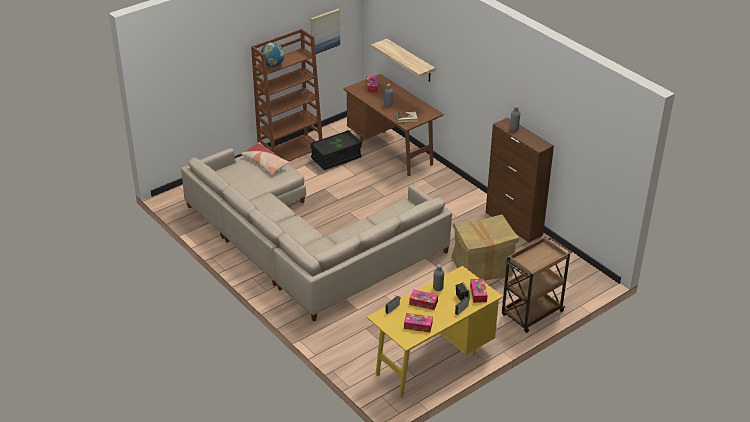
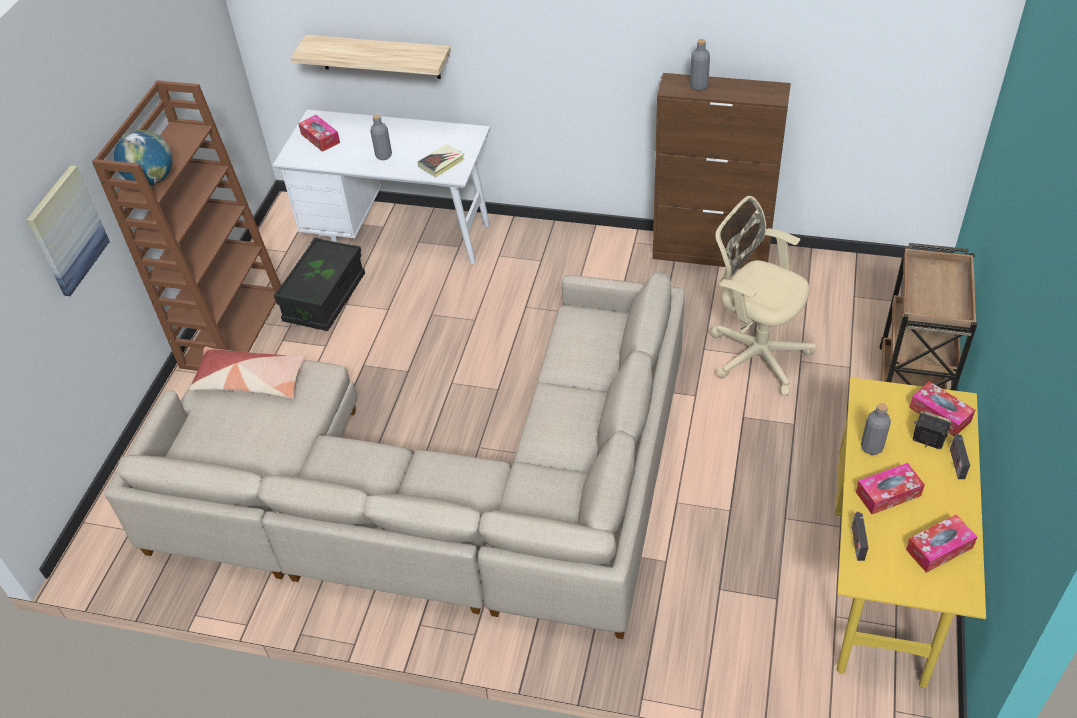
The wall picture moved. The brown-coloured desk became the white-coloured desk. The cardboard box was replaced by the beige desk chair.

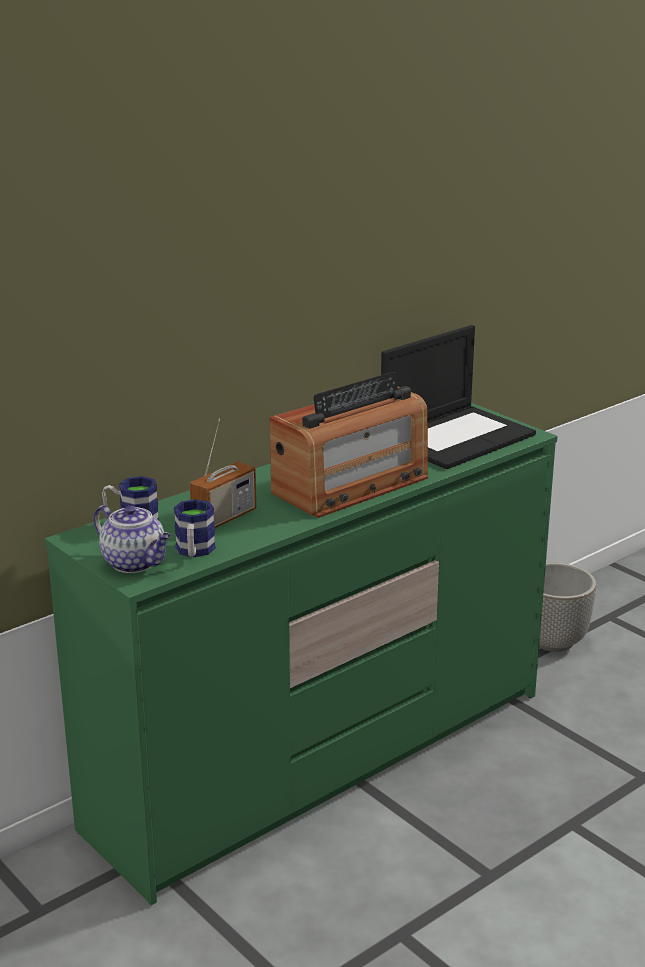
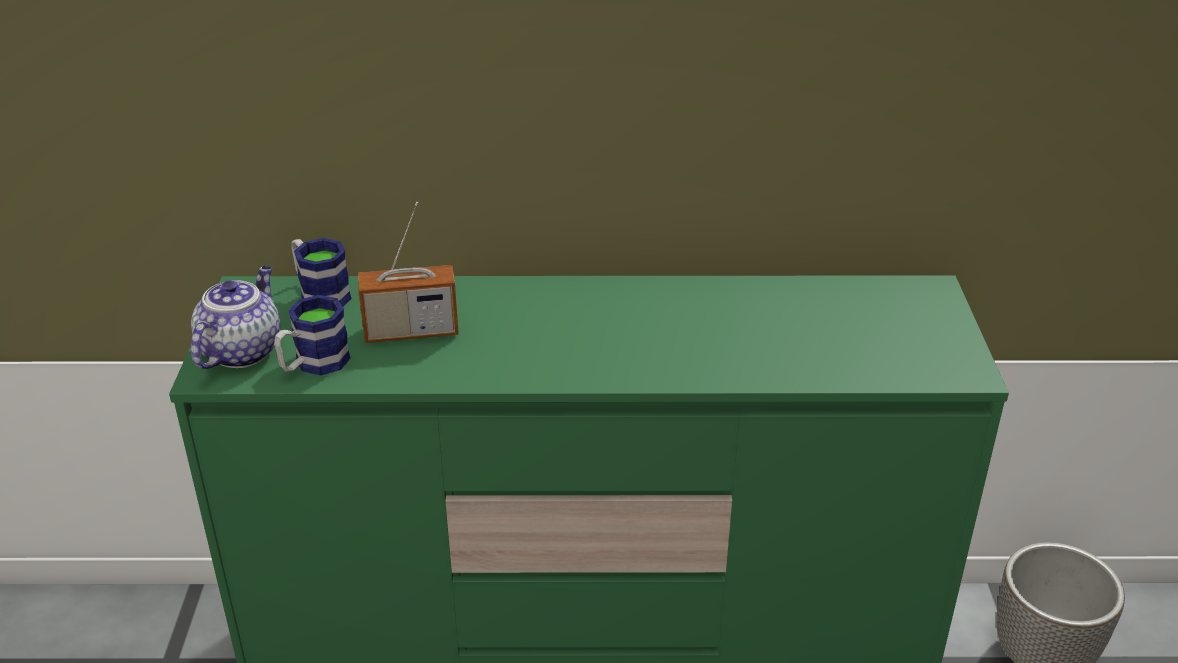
The pot for tea turned 150 degrees counterclockwise. The radio set (2nd from left) disappeared. The notebook computer disappeared.

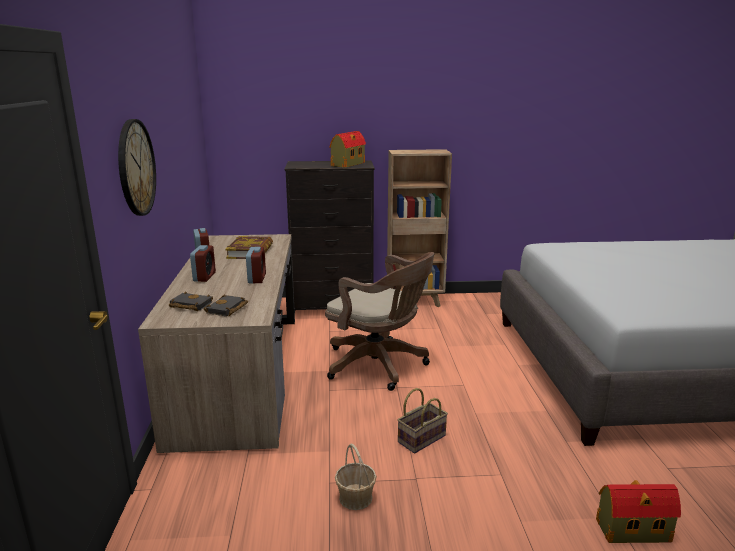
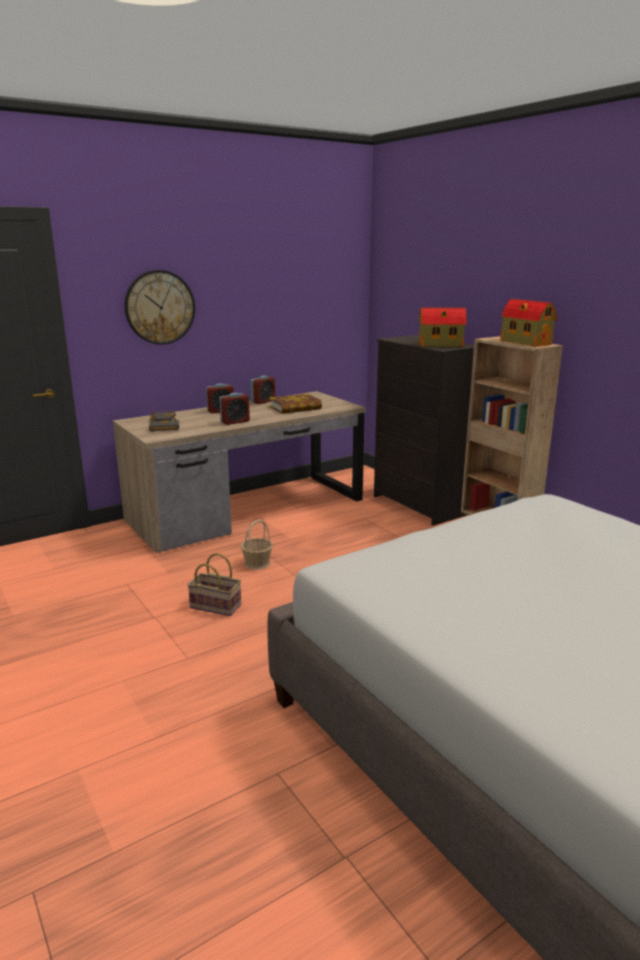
The brown-coloured desk chair disappeared. The household basket (1st from left in the first image) moved. The miniature house (2nd from left) moved.

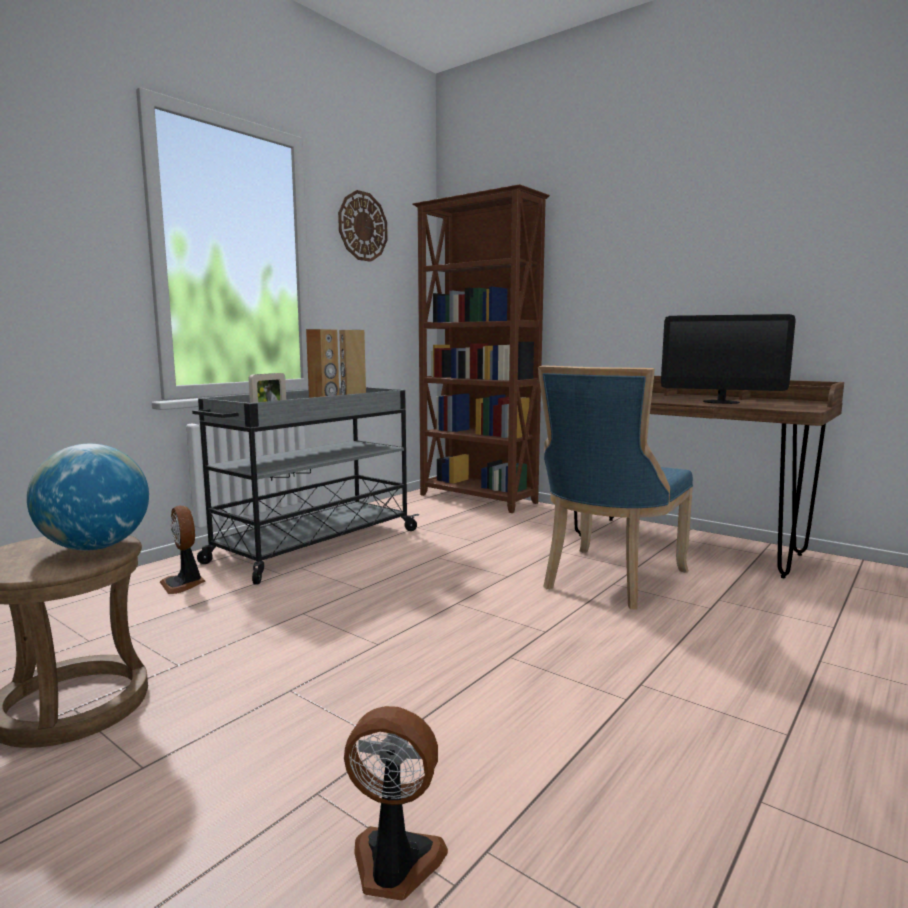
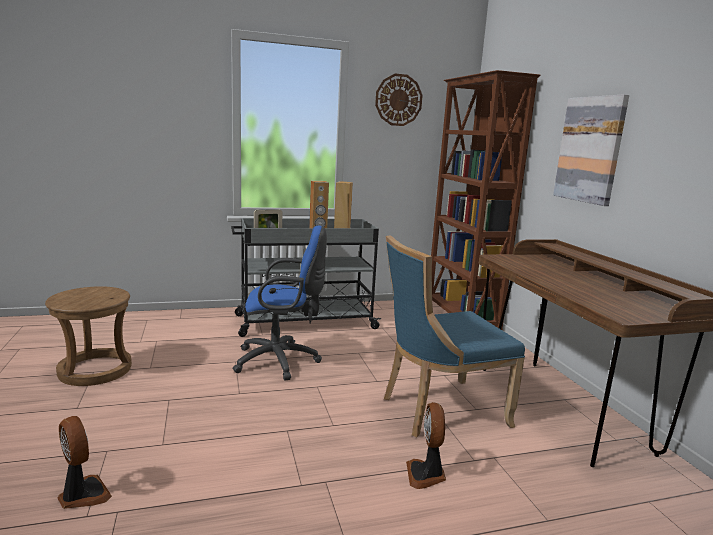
The globe disappeared. The cooling fan (1st from left in the first image) moved. The monitor disappeared. The blue-coloured desk chair appeared. The wall picture appeared.

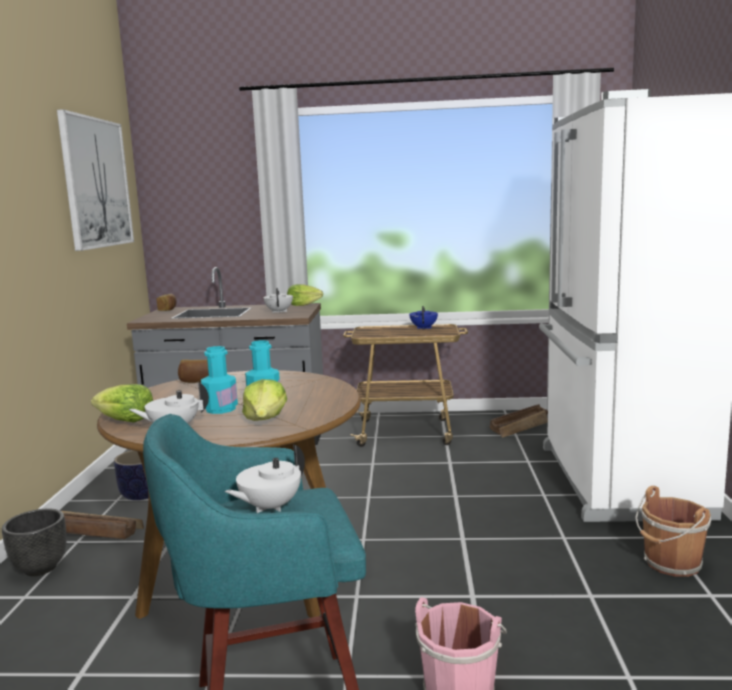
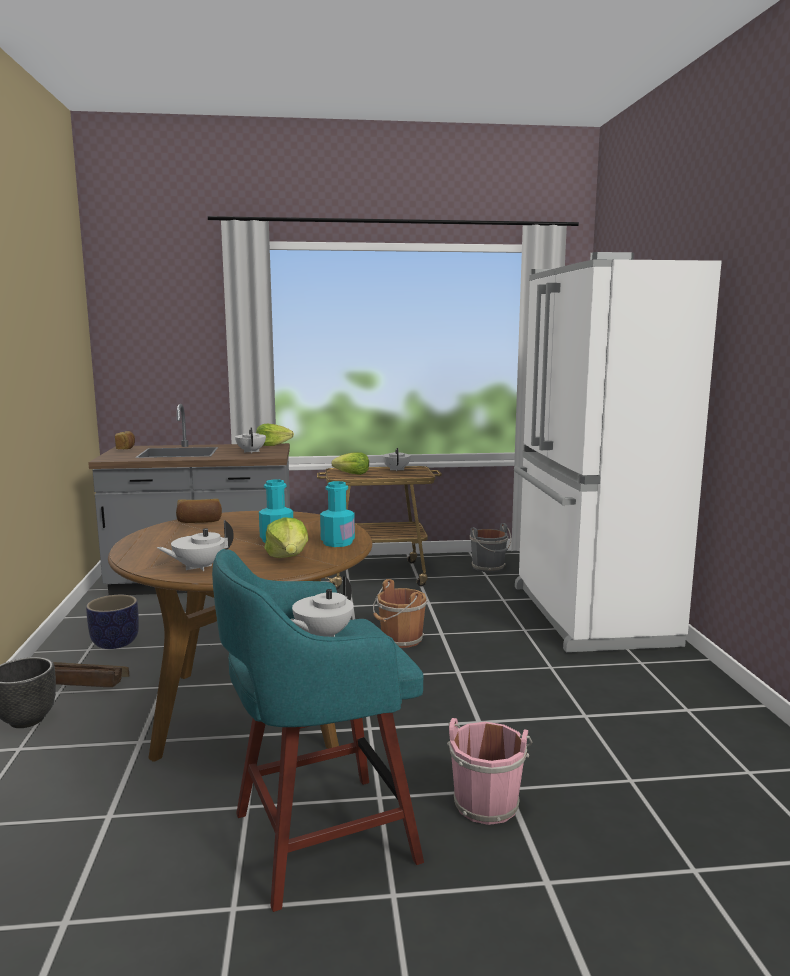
The wall picture disappeared. The head of lettuce (1st from left in the first image) moved. The turquoise-coloured bottle (1st from left in the first image) moved. The blue-coloured pot for tea became the white-coloured pot for tea (4th from left). The crate (2nd from left) was replaced by the greyish pail. The brown-coloured pail moved.

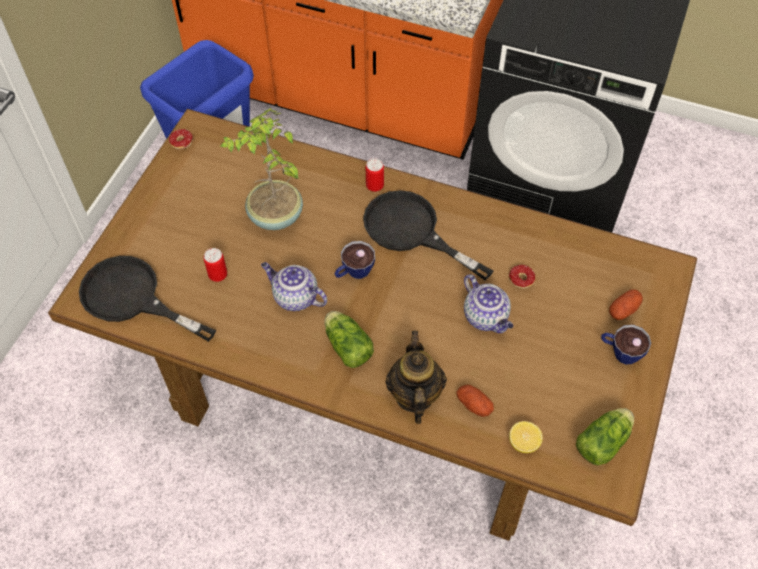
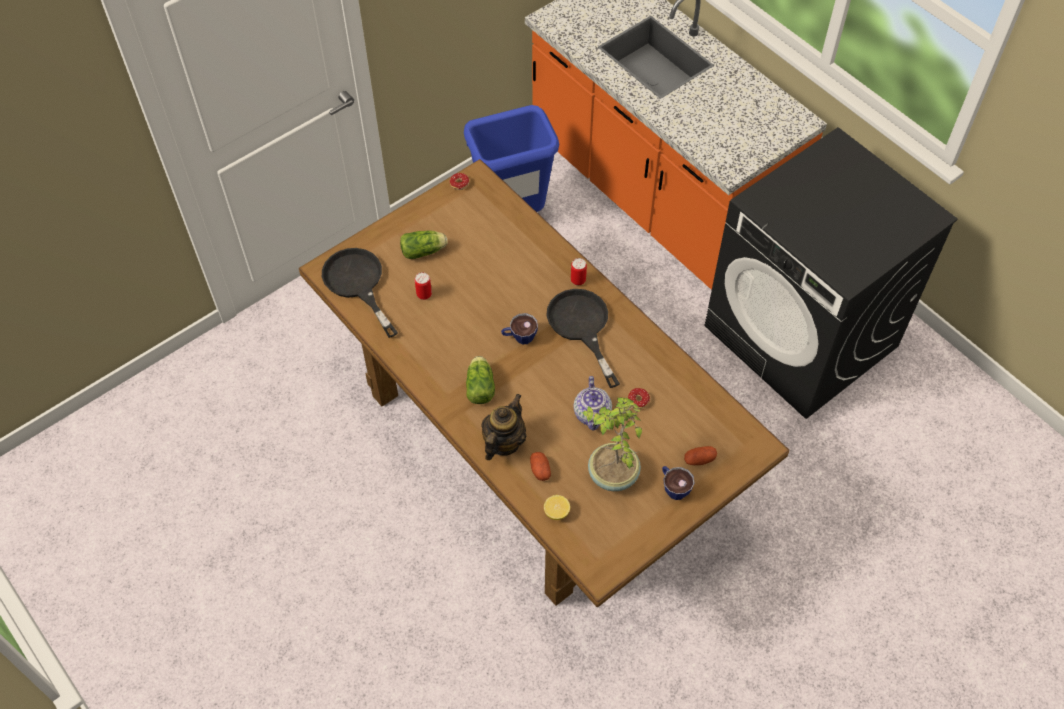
The plant in a pot moved. The pot for tea (1st from left) disappeared. The head of lettuce (2nd from left in the first image) moved.

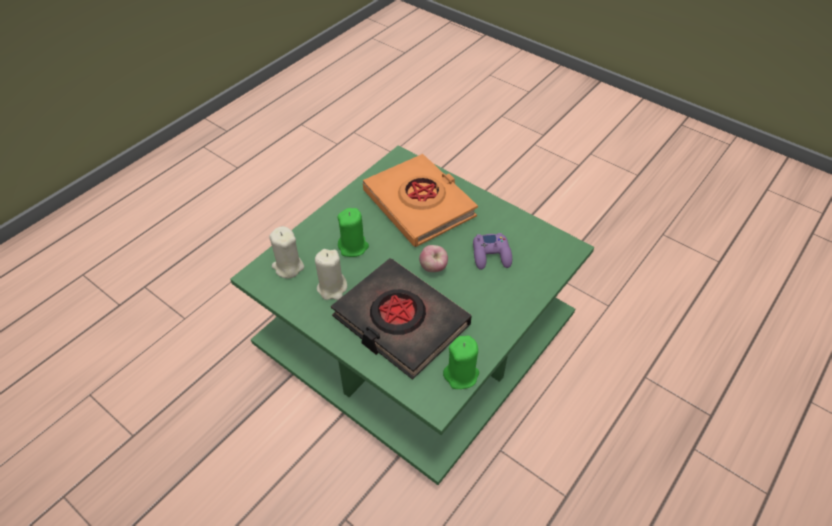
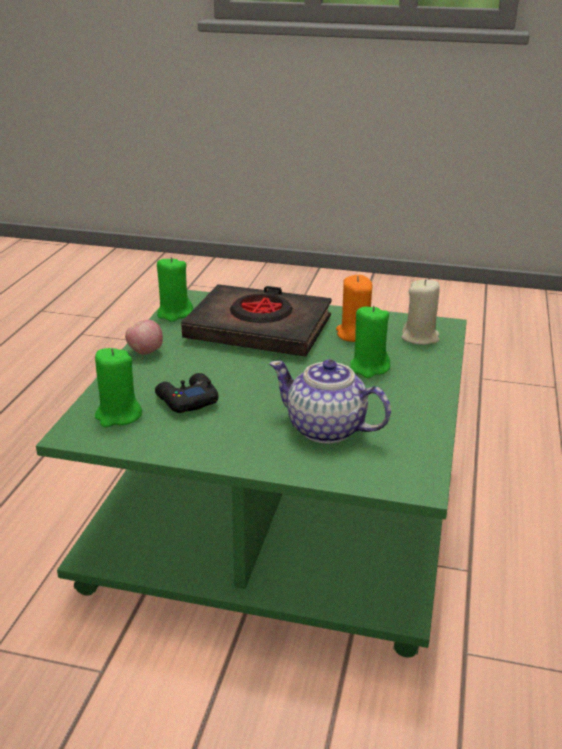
The beige candle (2nd from left) became the orangey candle. The orangey book was replaced by the pot for tea. The apple fruit moved. The purple-coloured joypad became the black joypad. The green candle (1st from left) appeared.

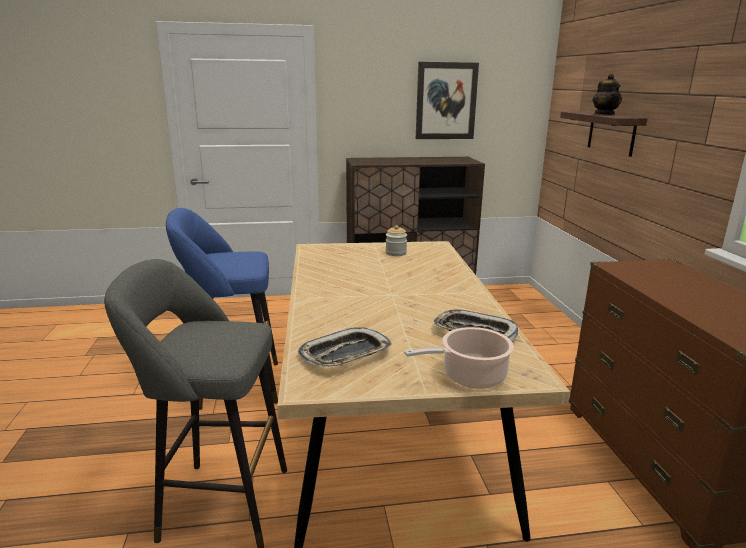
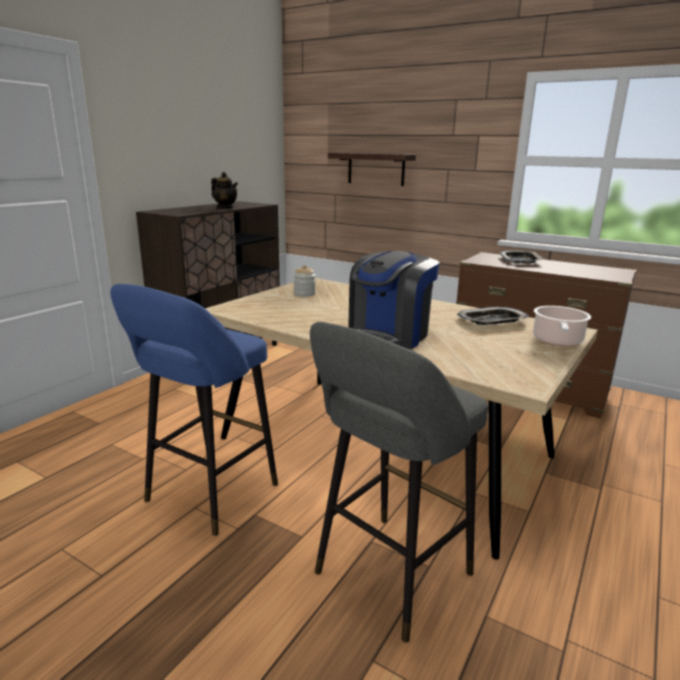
The serving tray (1st from left in the first image) moved. The wall picture disappeared. The pot for tea moved. The coffee machine appeared.

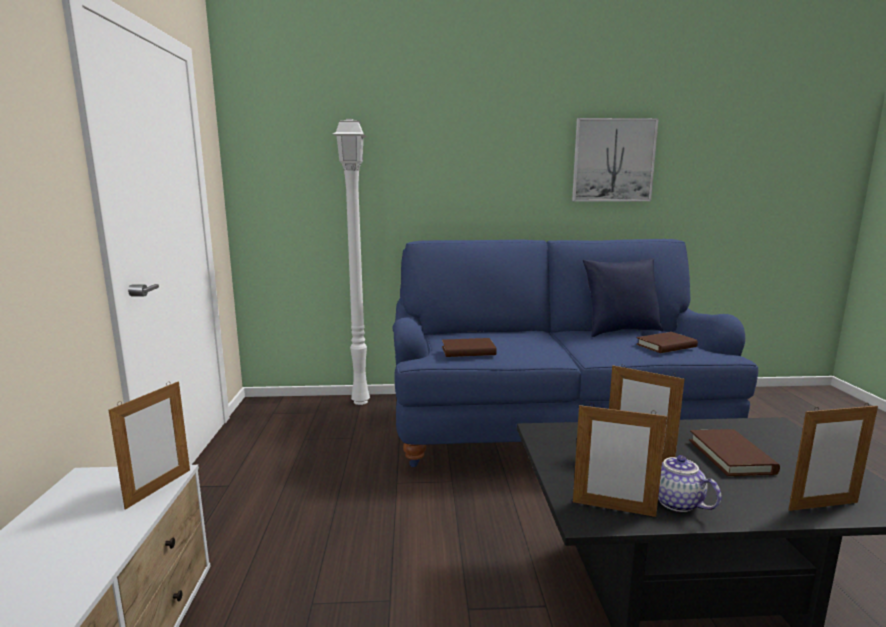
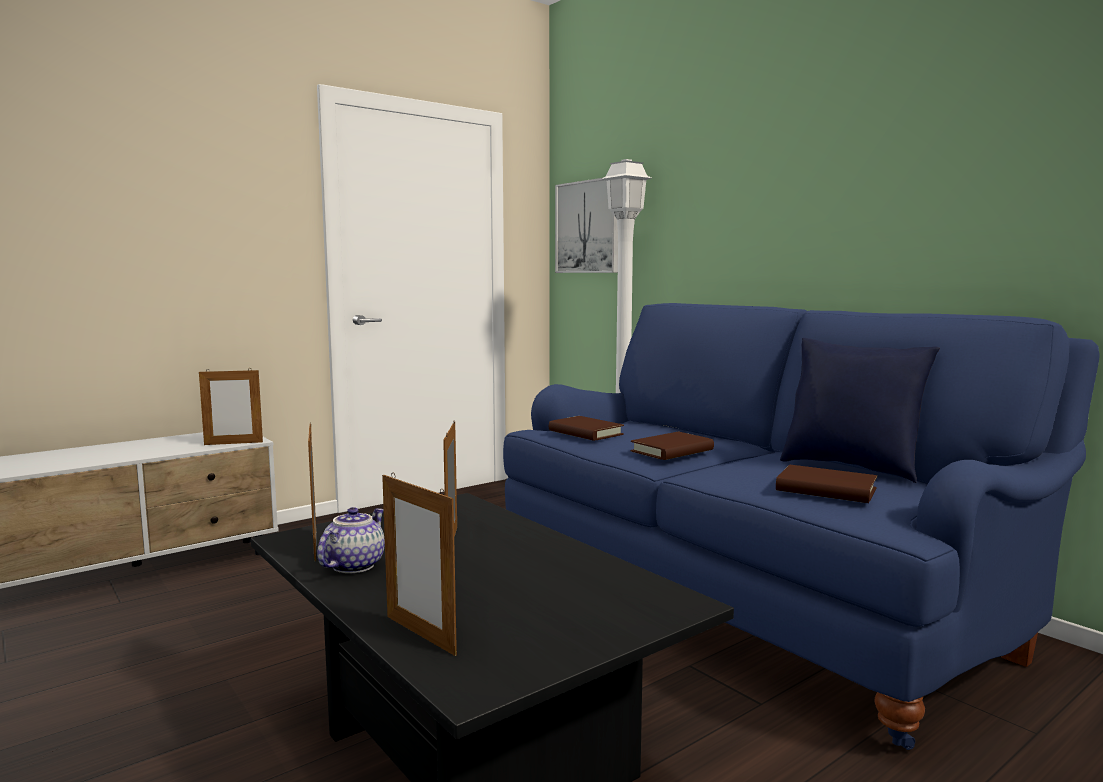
The wall picture moved. The brown-coloured book (3rd from left in the first image) moved.

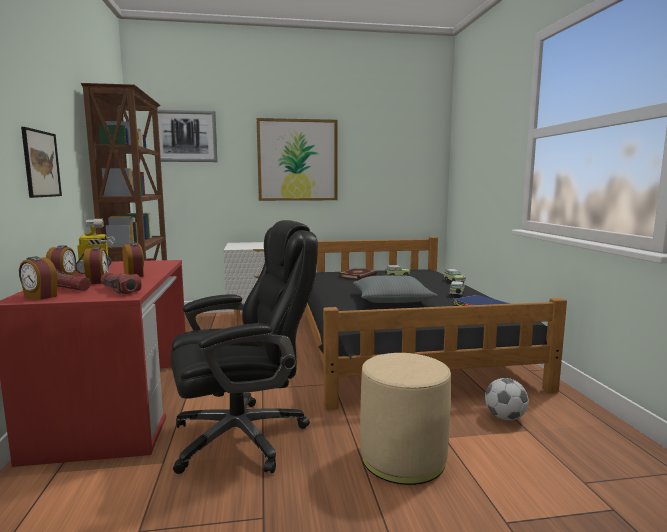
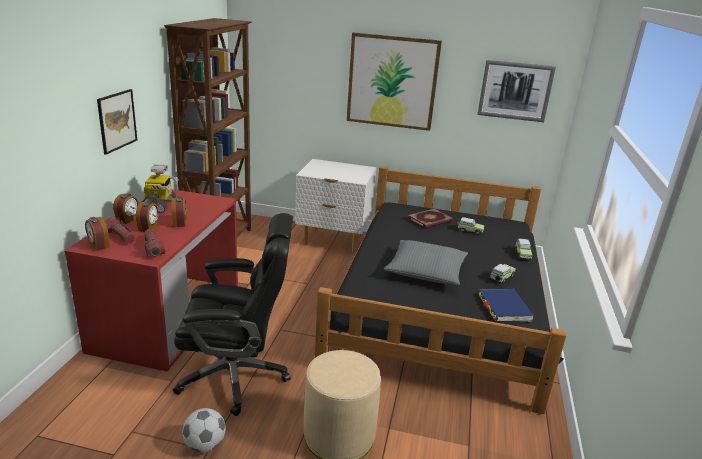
The wall picture (2nd from left in the first image) moved. The football ball moved.

